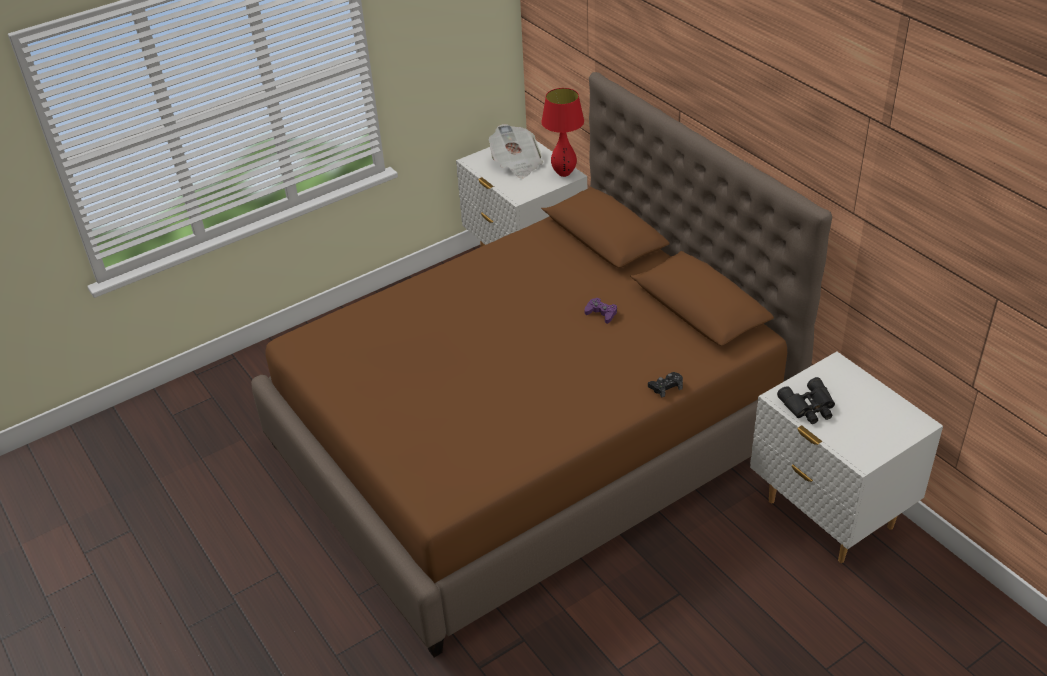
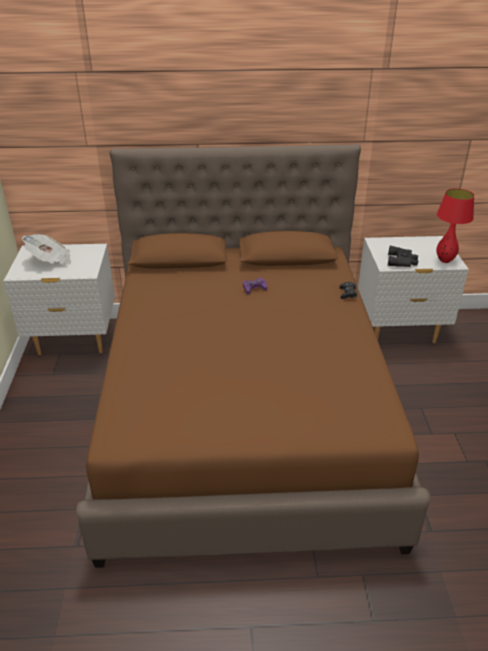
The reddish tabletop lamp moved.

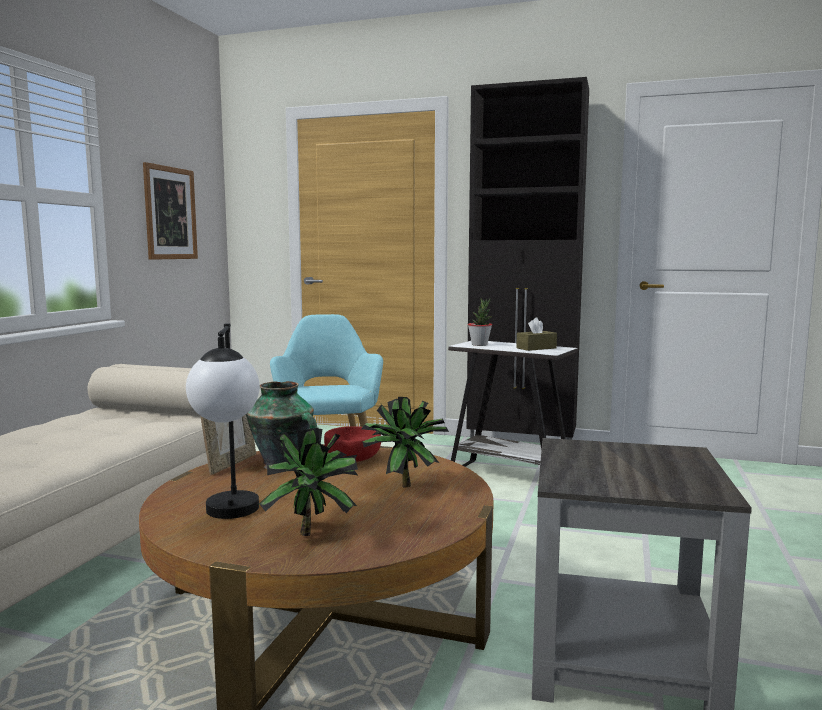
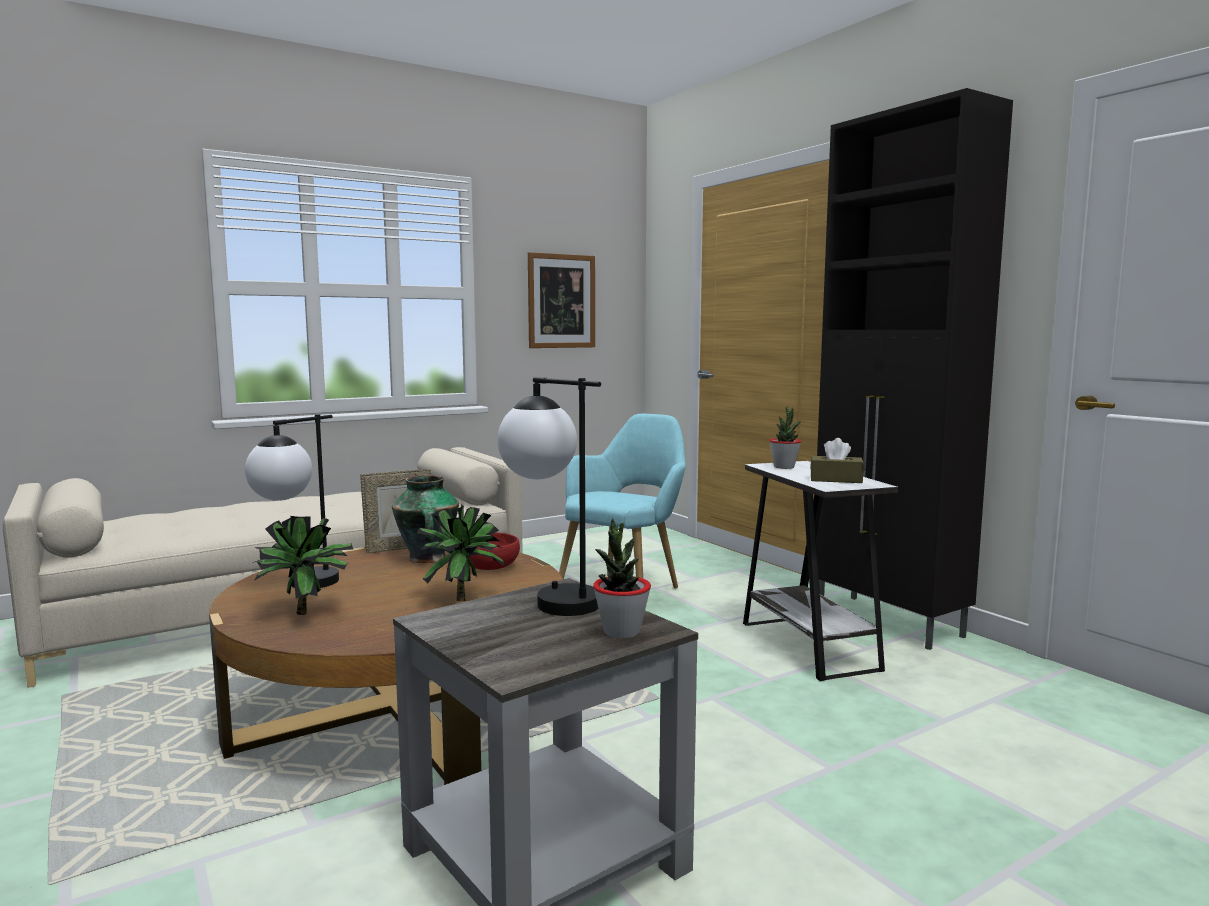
The tabletop lamp (2nd from left) appeared. The plant in a pot (3rd from left) appeared.

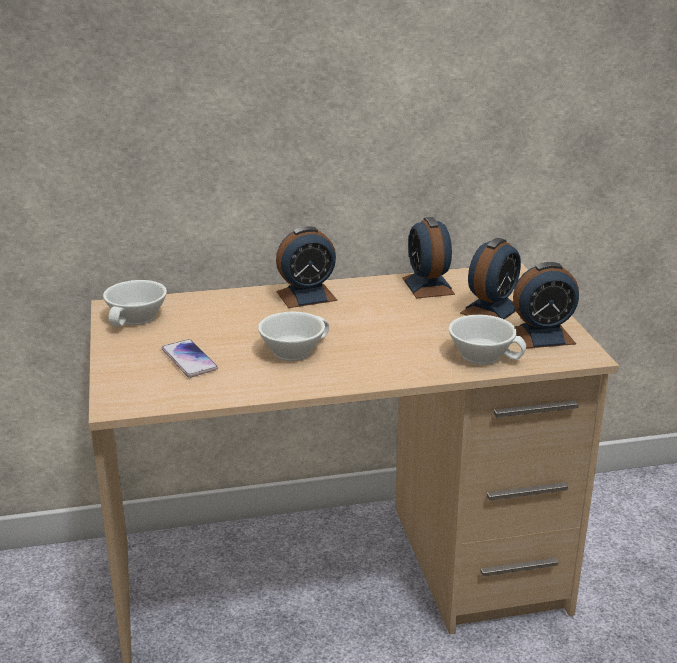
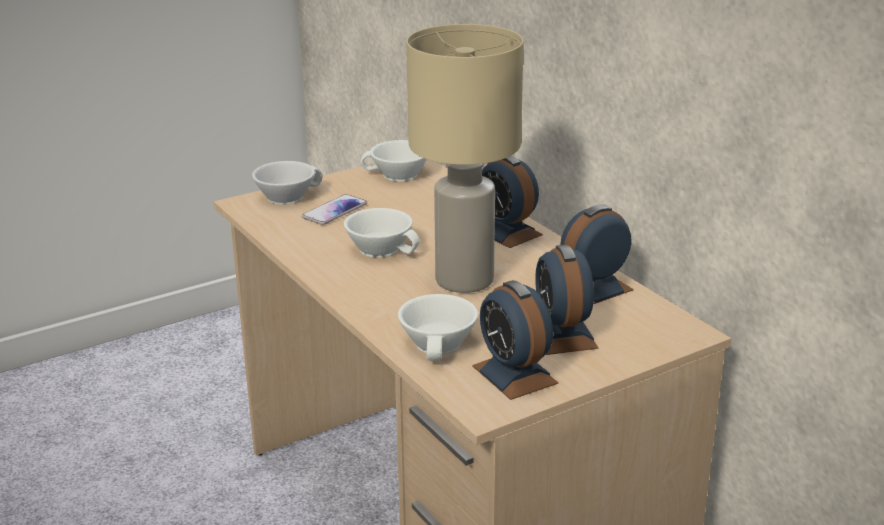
The bedside clock (3rd from left) turned 60 degrees clockwise. The white-coloured drinking cup (1st from left) appeared. The beige tabletop lamp appeared.

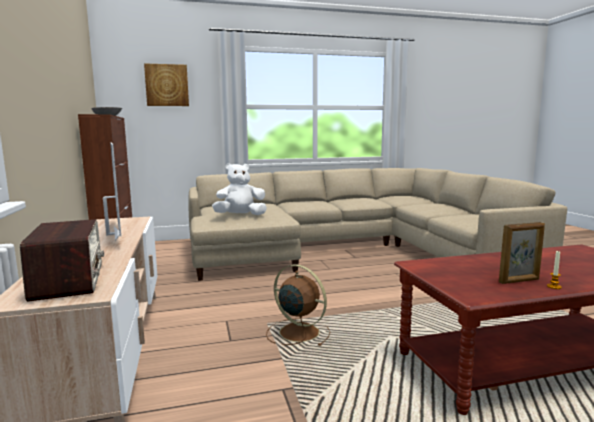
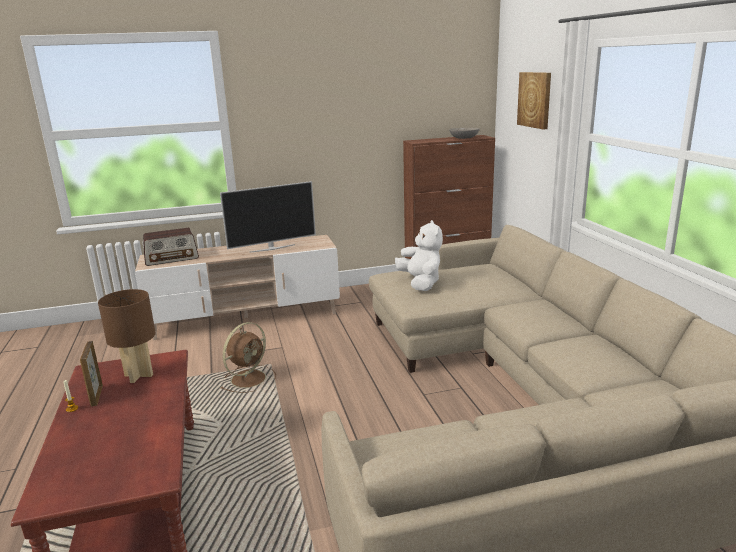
The brown-coloured tabletop lamp appeared.

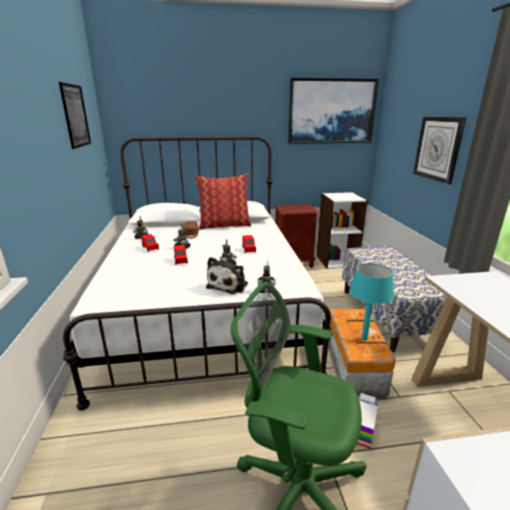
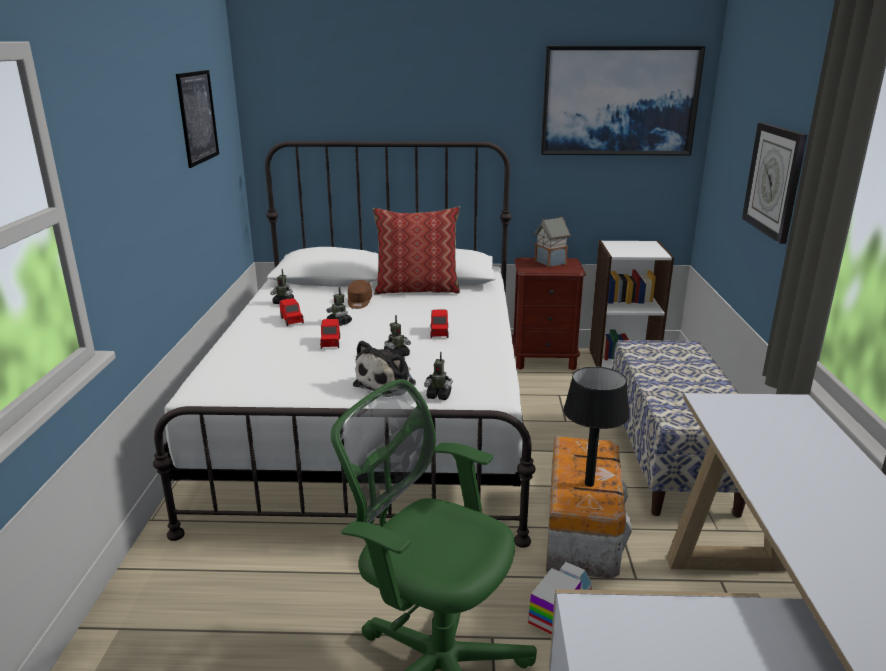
The turquoise-coloured tabletop lamp became the black tabletop lamp. The miniature house appeared.

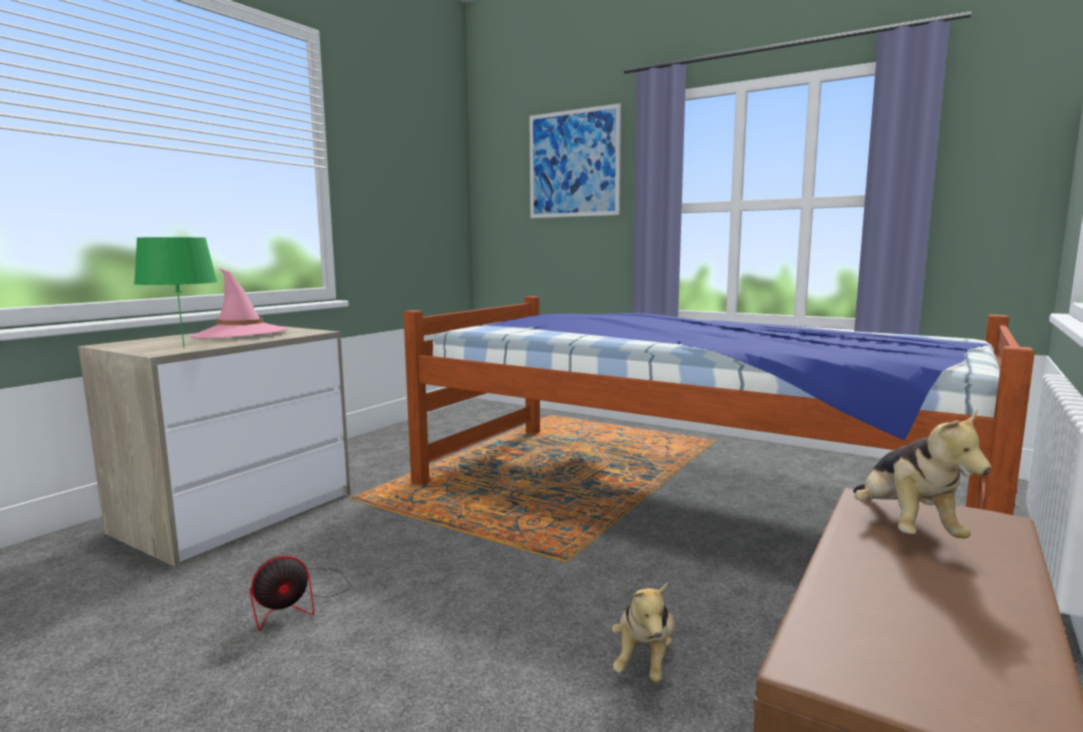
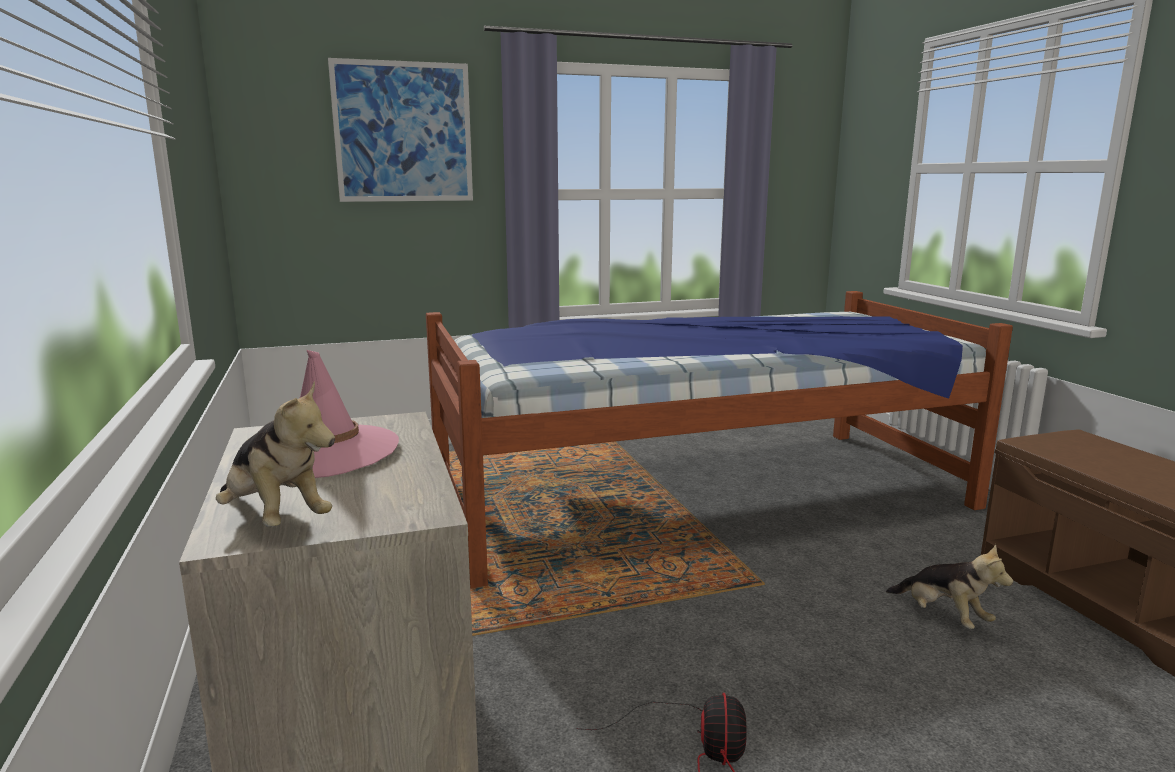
The green tabletop lamp disappeared. The plush toy (2nd from left in the first image) moved.

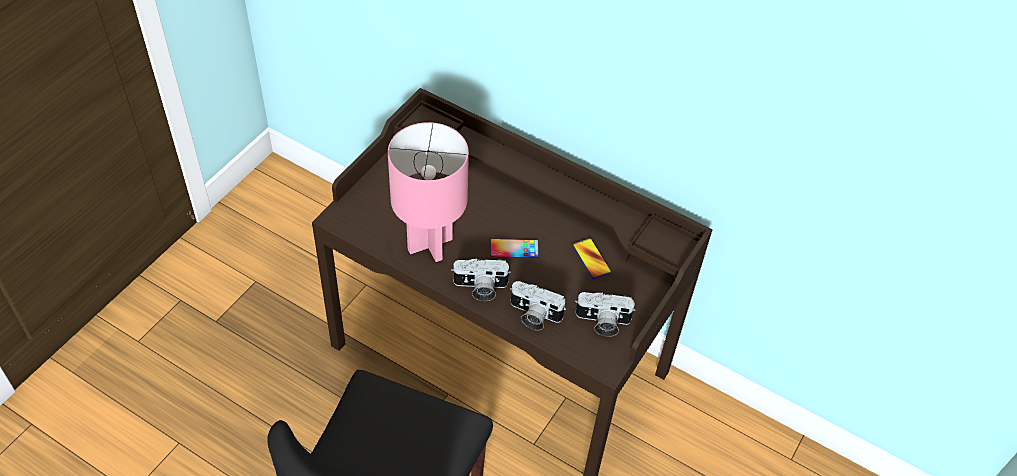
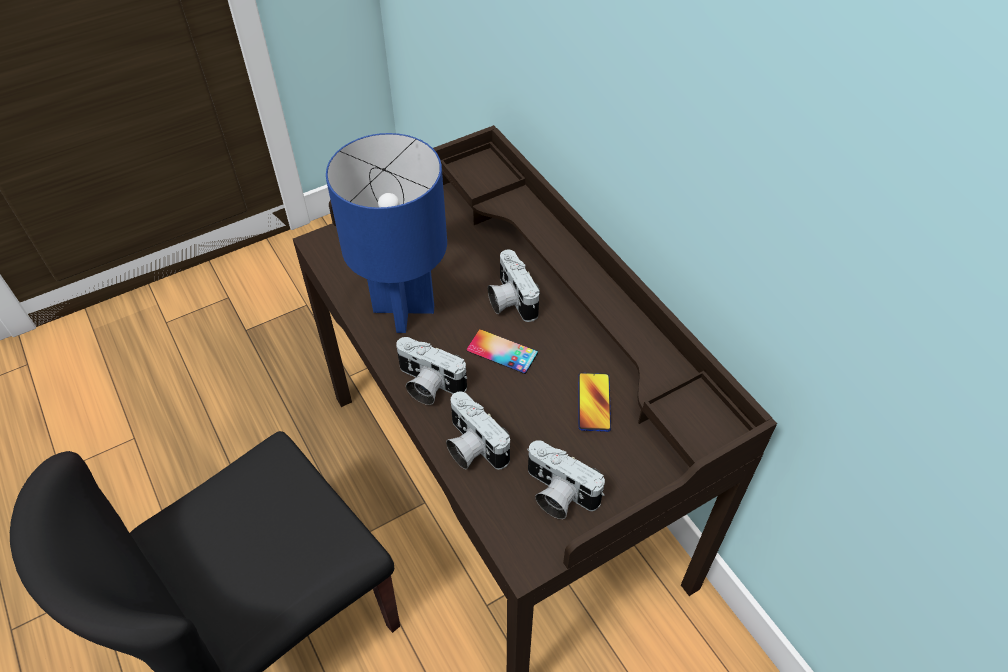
The pink-coloured tabletop lamp became the blue-coloured tabletop lamp. The still camera (3rd from left) appeared.

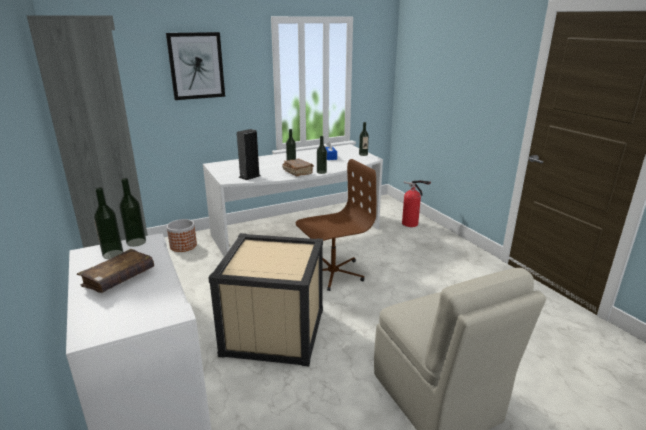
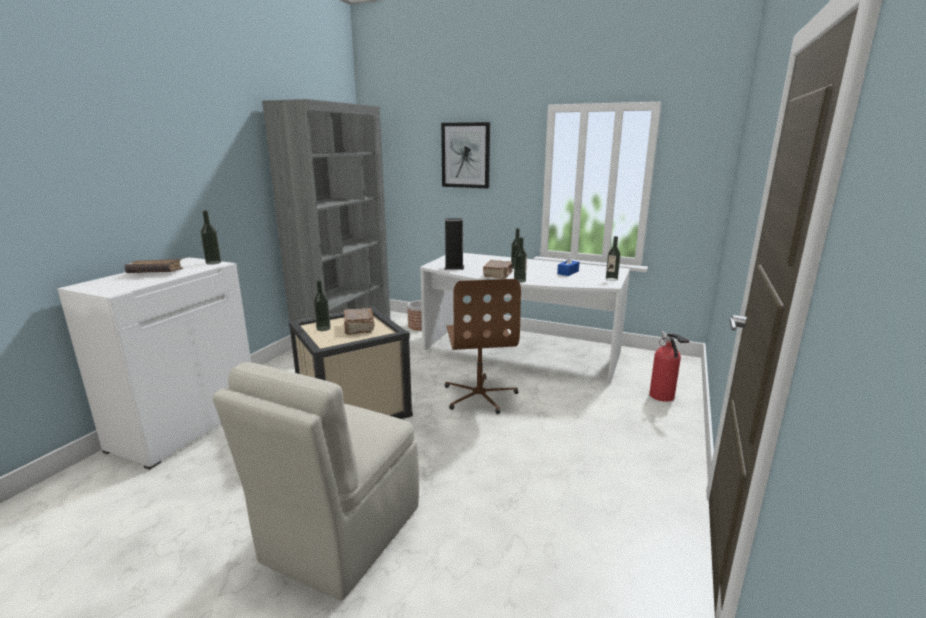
The bottle (1st from left in the first image) moved. The brown-coloured desk chair turned 60 degrees clockwise. The brown-coloured book (2nd from left) appeared.

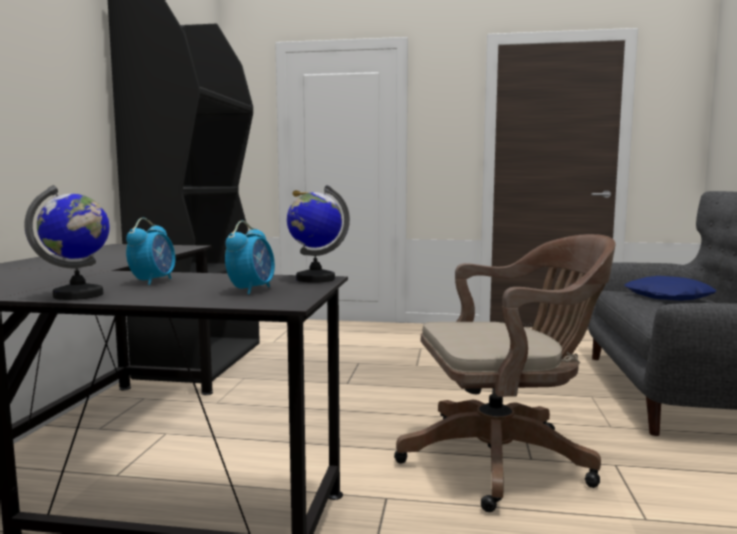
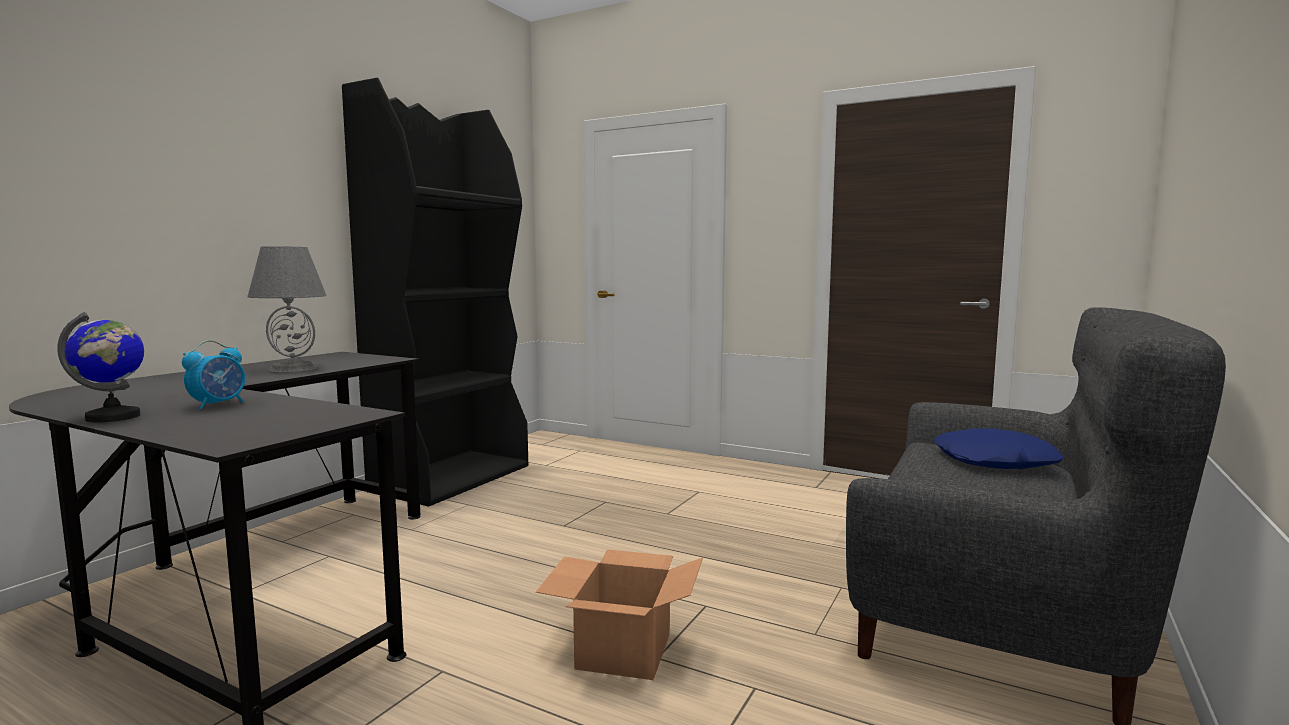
The bedside clock (2nd from left) disappeared. The globe (2nd from left) disappeared. The brown-coloured desk chair was replaced by the cardboard box. The greyish tabletop lamp appeared.

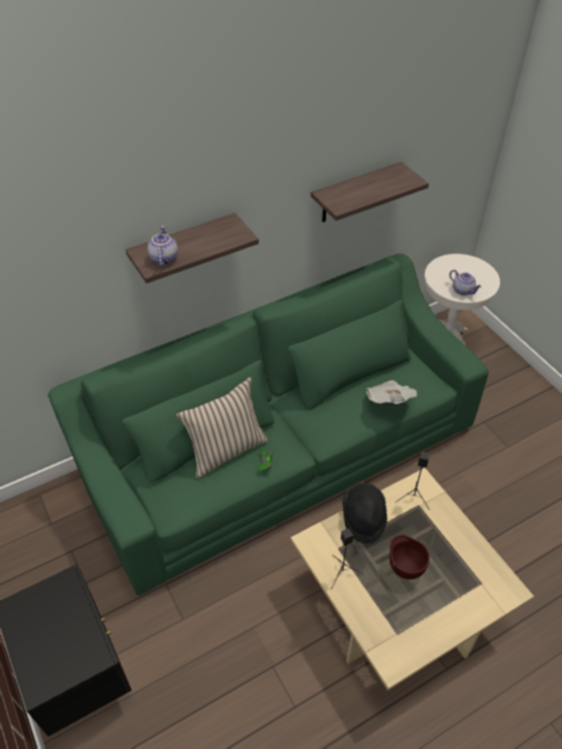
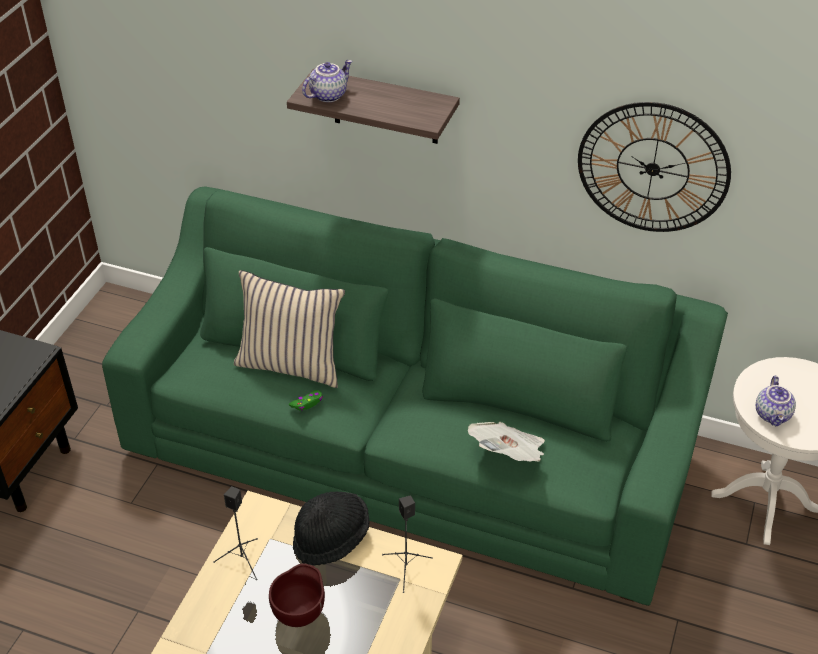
The shelf (2nd from left) was replaced by the clock on the wall.

